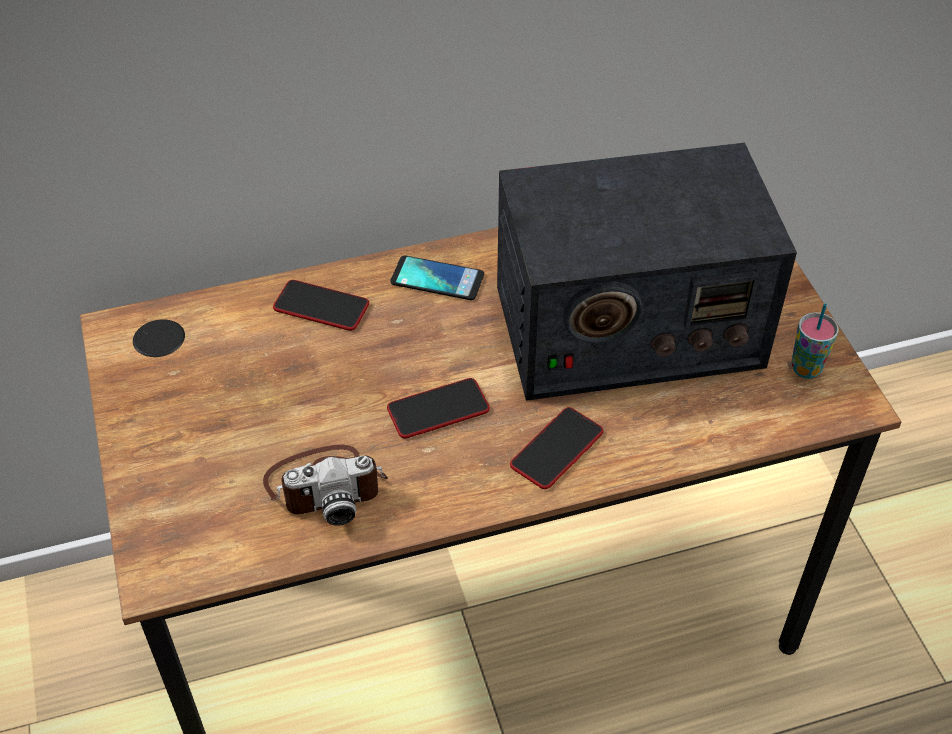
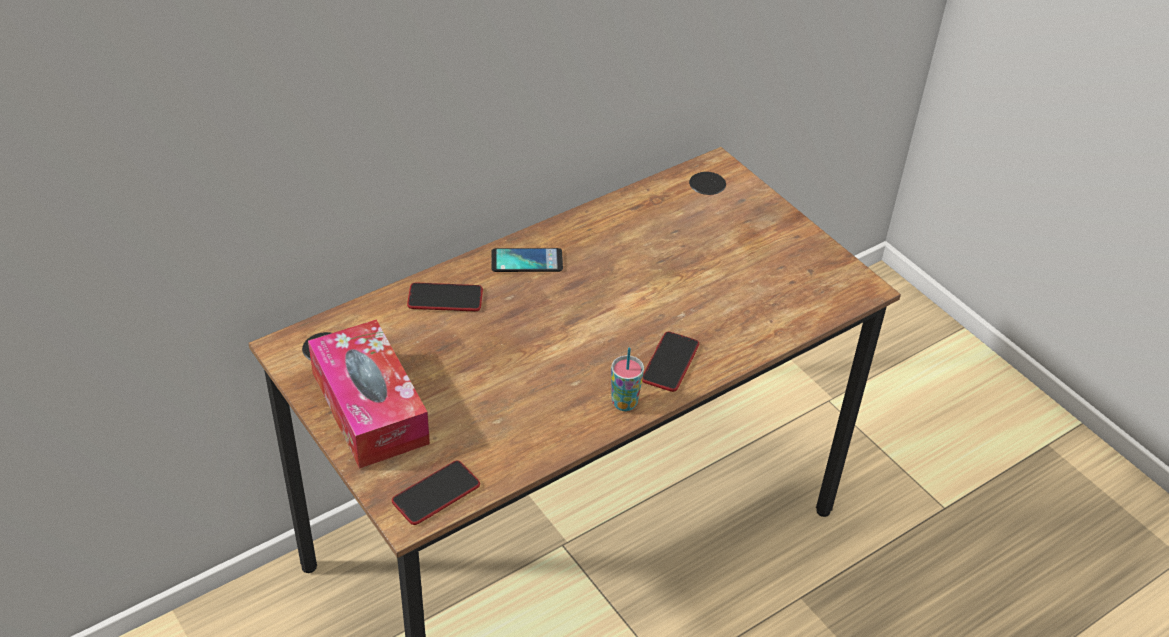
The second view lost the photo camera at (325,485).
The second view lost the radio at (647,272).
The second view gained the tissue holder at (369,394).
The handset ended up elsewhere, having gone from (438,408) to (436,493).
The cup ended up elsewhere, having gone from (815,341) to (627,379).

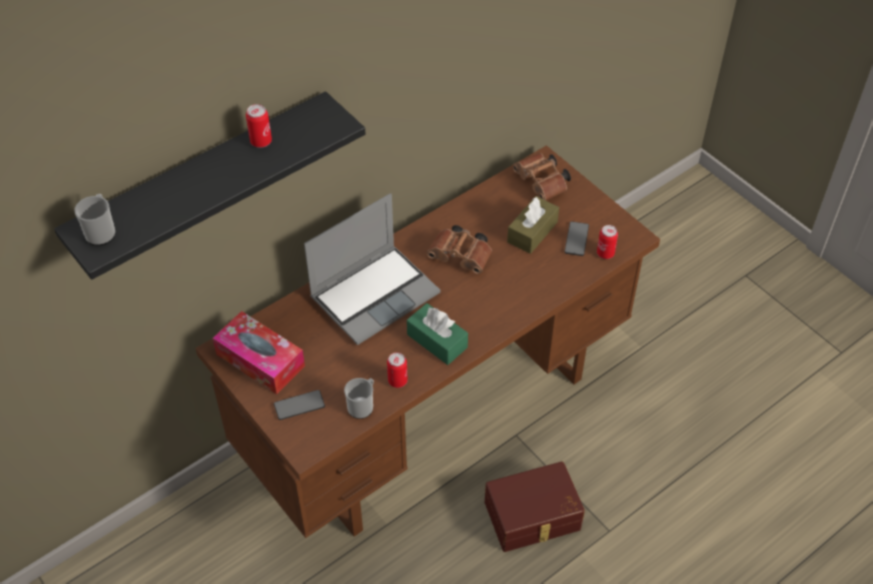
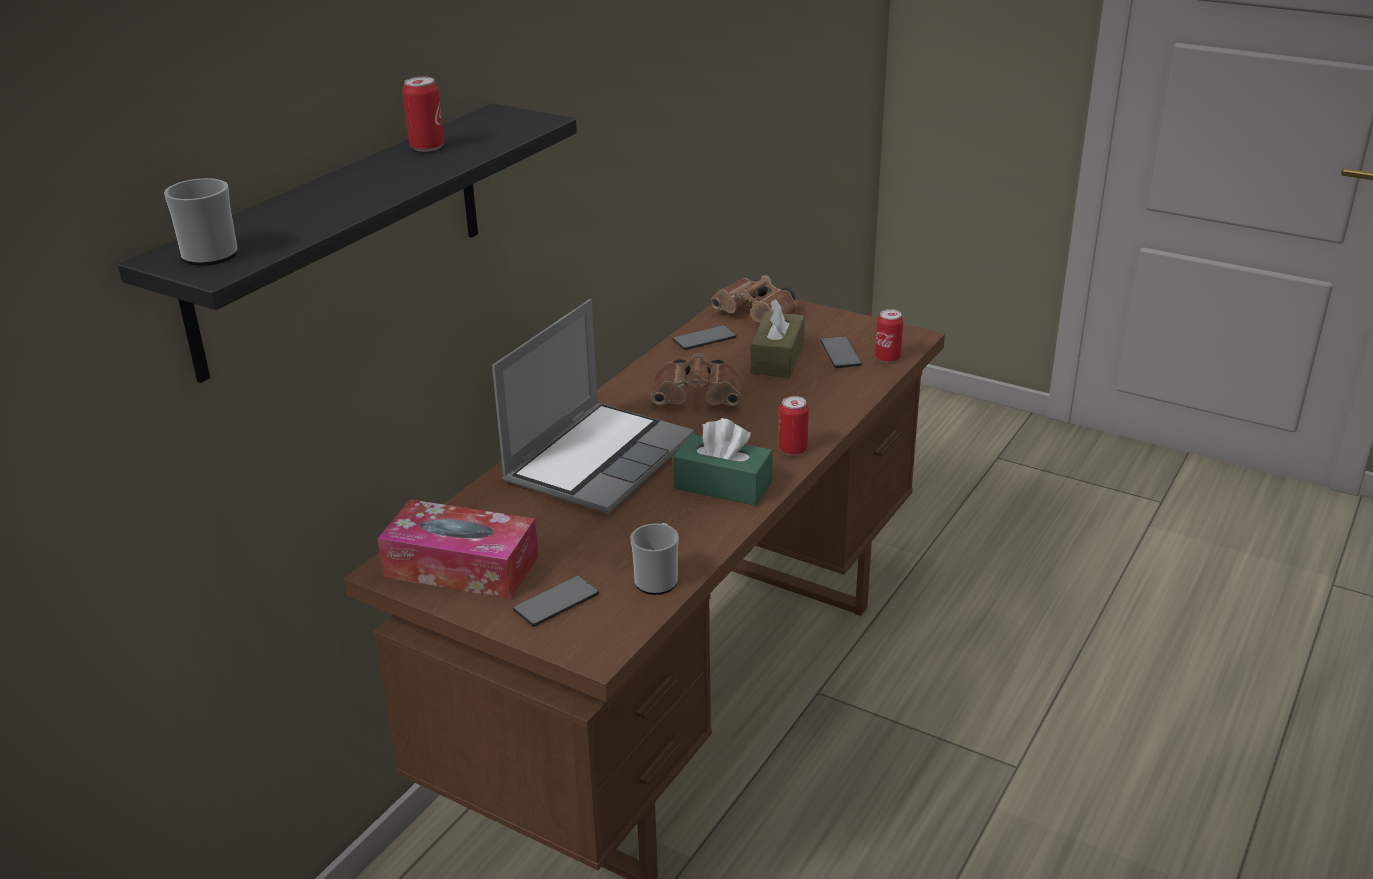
The second view lost the storage box (brownish) at (535,506).
The second view gained the handset at (704,337).
The metal can ended up elsewhere, having gone from (397,370) to (794,425).

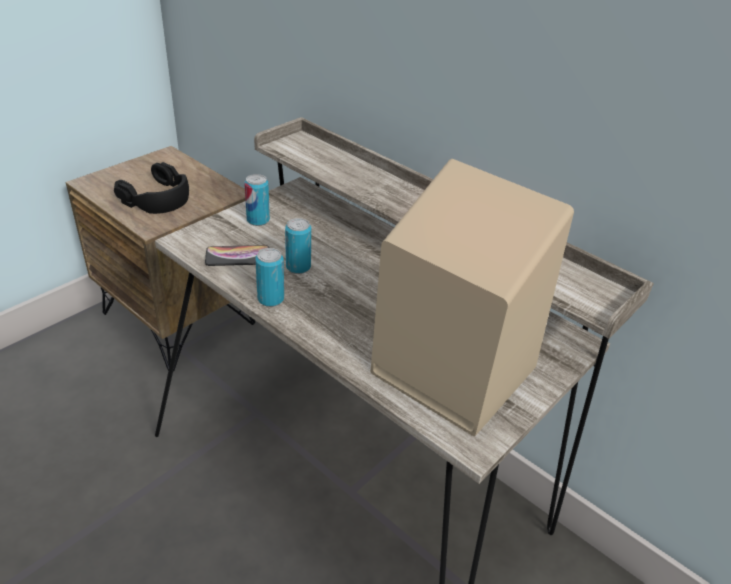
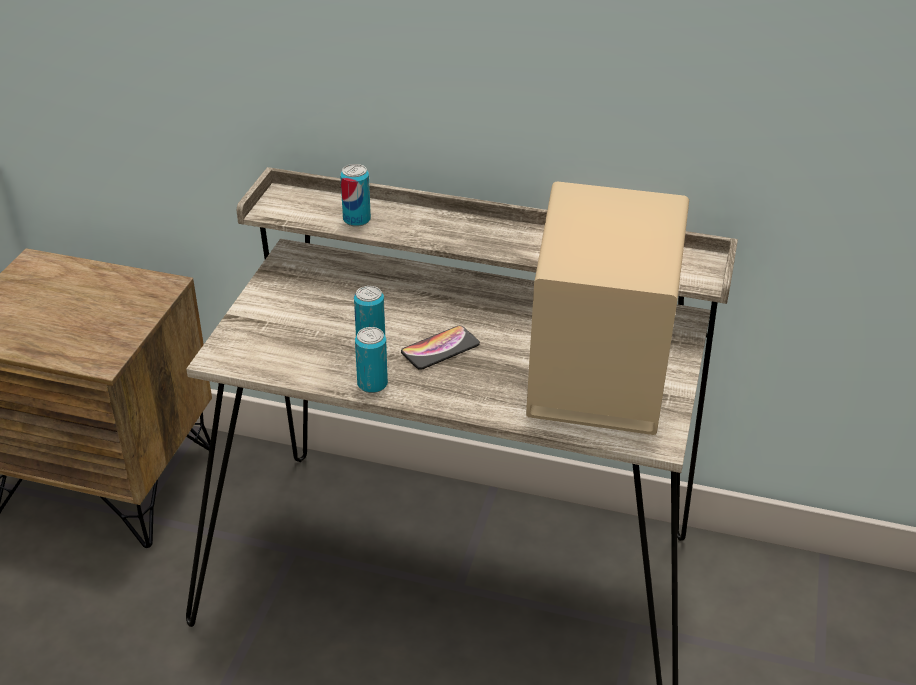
The second view lost the headphones (blackish) at (151,188).
The handset ended up elsewhere, having gone from (237,255) to (440,348).
The metal can ended up elsewhere, having gone from (257,200) to (355,195).

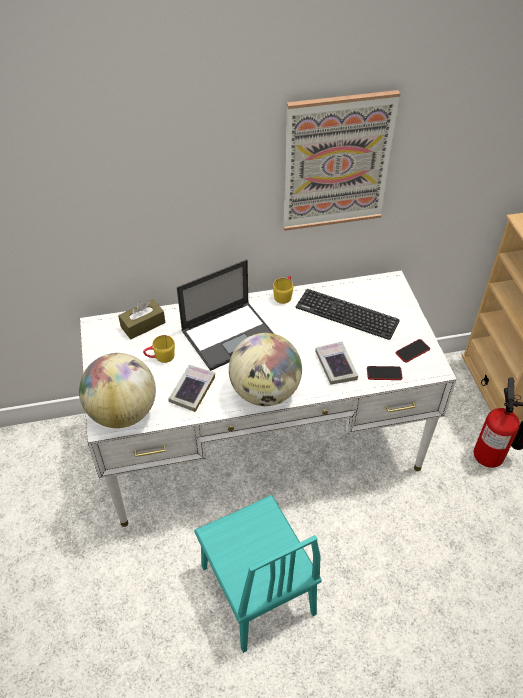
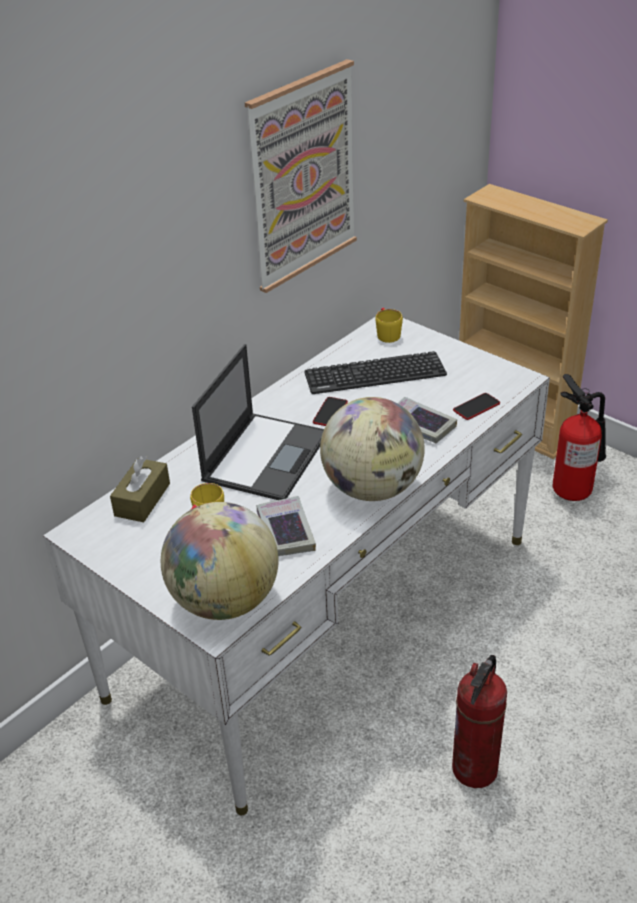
The mug (yellow-coloured) ended up elsewhere, having gone from (283,290) to (389,325).
The handset ended up elsewhere, having gone from (413,350) to (330,411).
Where the plain chair (turquoise) stood at (258,574), the fire-fighting cylinder came to stand at (479,721).

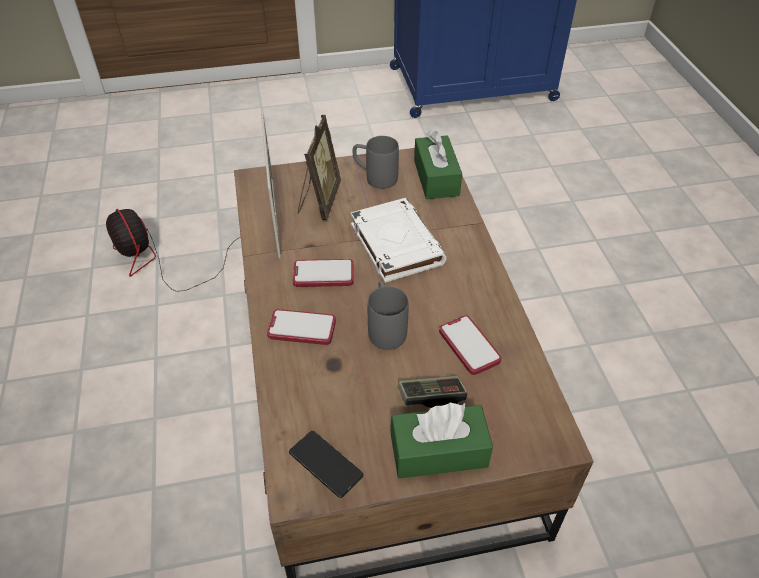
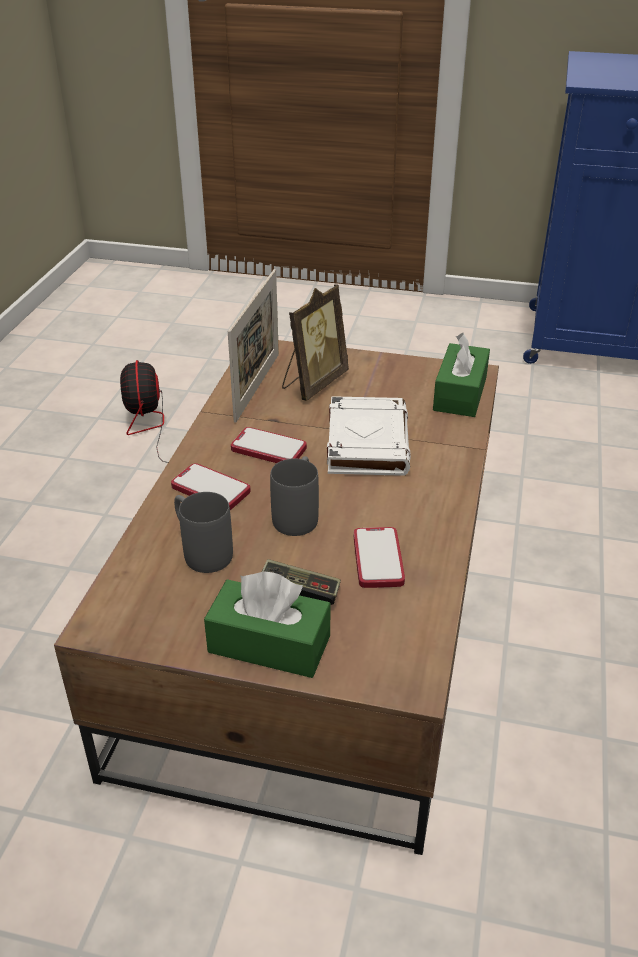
The second view lost the handset at (326,464).
The mug (greyish) ended up elsewhere, having gone from (376,162) to (203,532).

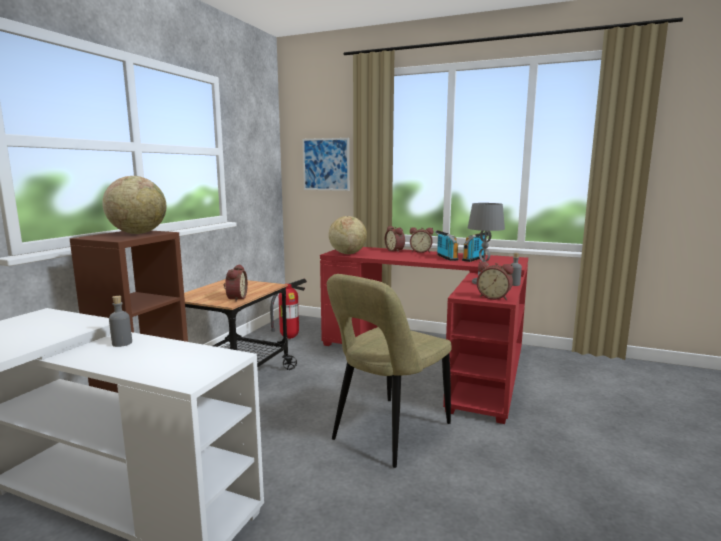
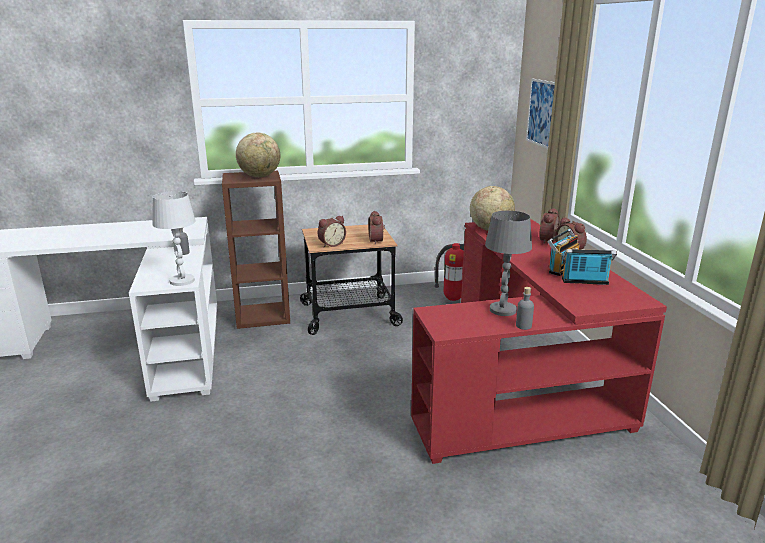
The second view lost the plain chair (beige-coloured) at (389,371).
The second view gained the lamp for a table (white-coloured) at (174,238).
The table clock ended up elsewhere, having gone from (495,281) to (376,227).

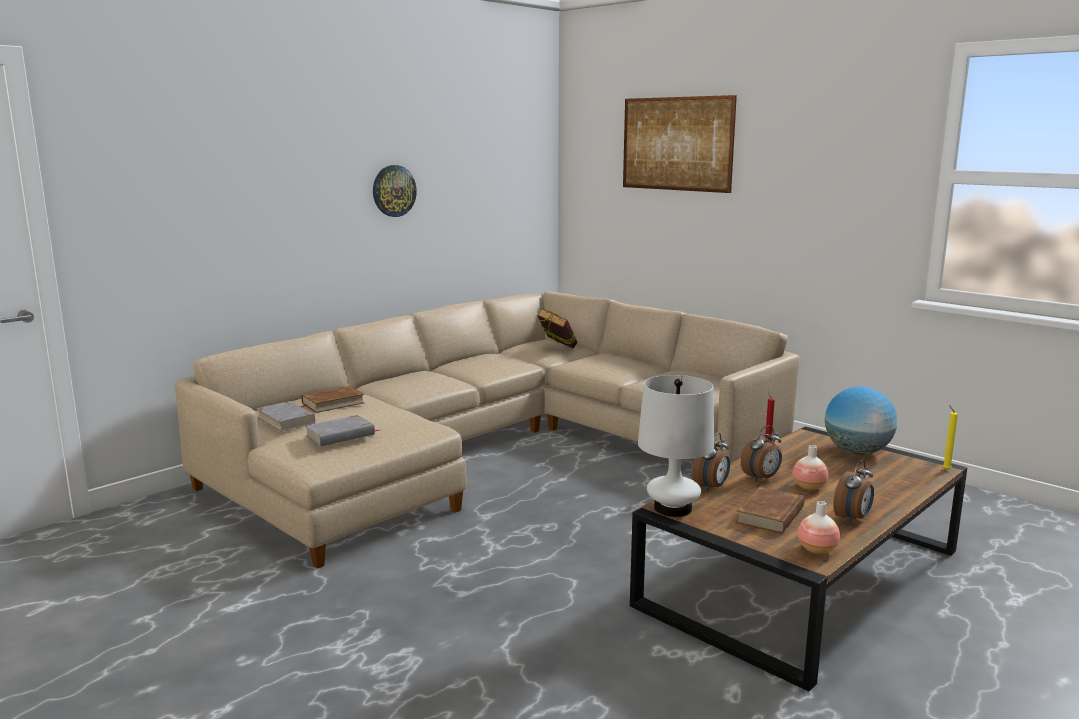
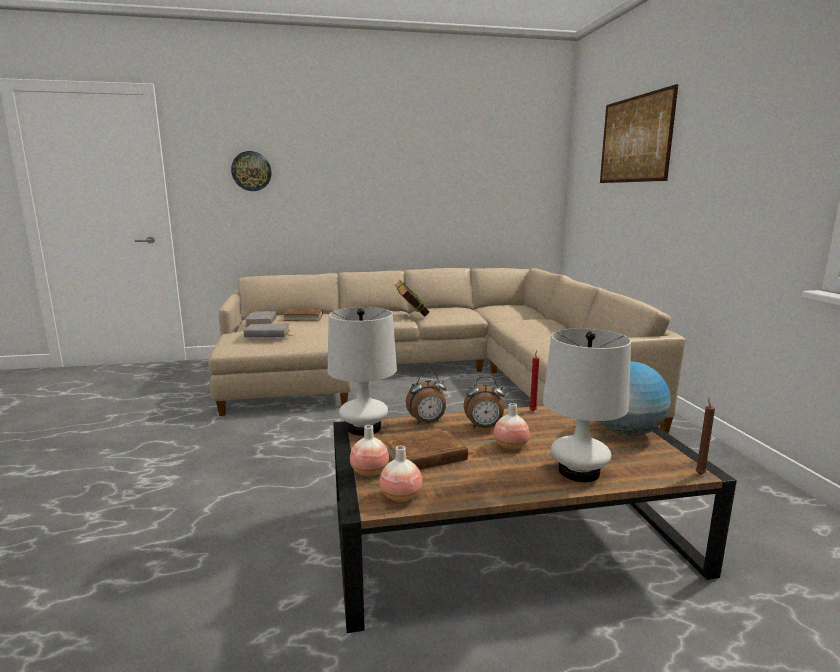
The second view lost the table clock at (853,491).
The second view gained the flower vase at (369,451).
The second view gained the lamp for a table (white-coloured) at (587,405).
The hanging clock ended up elsewhere, having gone from (395,191) to (251,171).
The book ended up elsewhere, having gone from (557,329) to (411,298).
What was the wax light (yellow-coloured) at (950,437) turned into the wax light (brownish) at (705,436).

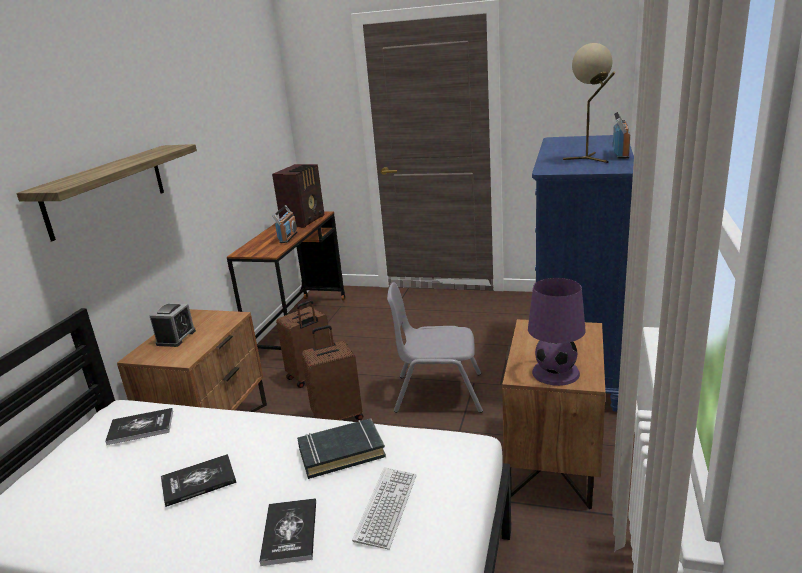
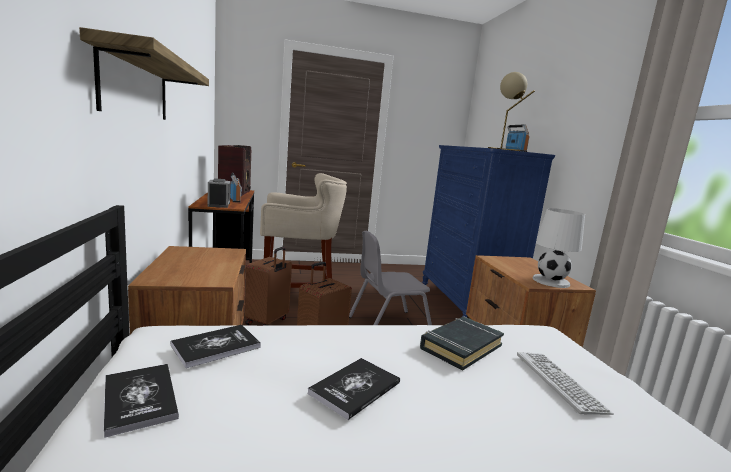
The second view gained the stool seat (beige-coloured) at (303,230).
The table clock ended up elsewhere, having gone from (173,325) to (218,193).
The book ended up elsewhere, having gone from (287,532) to (141,401).
What was the lamp for a table (purplish) at (557,332) turned into the lamp for a table (white-coloured) at (559,248).

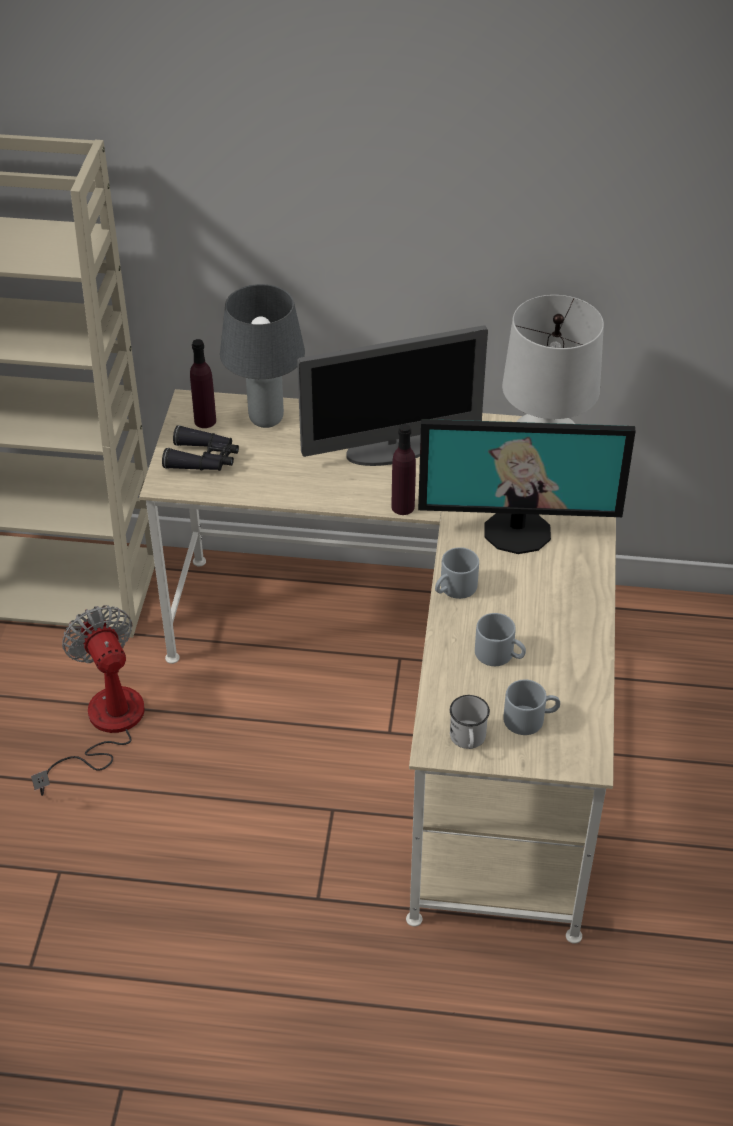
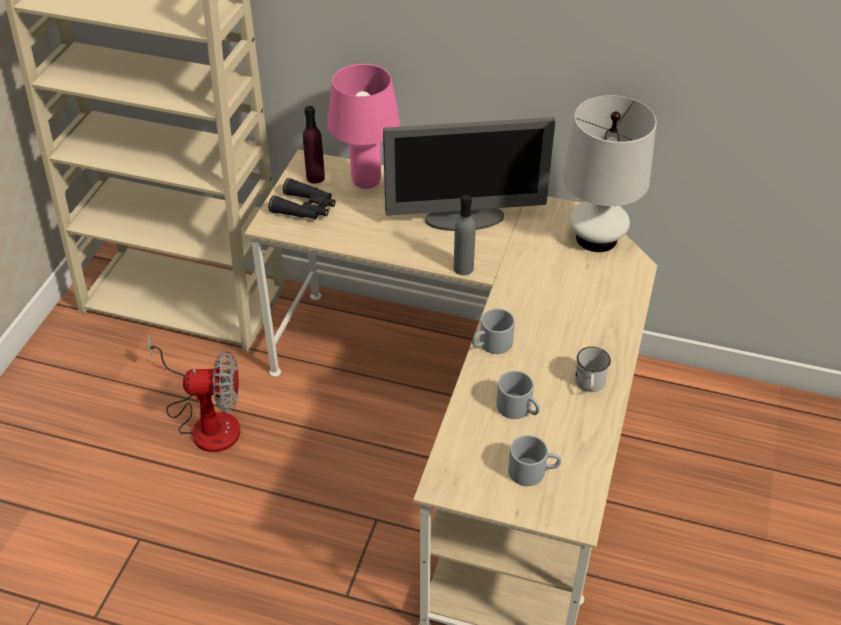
The second view lost the computer screen at (527,486).
The mug (white-coloured) ended up elsewhere, having gone from (470,722) to (593,369).
What was the lamp for a table (greyish) at (262,356) turned into the lamp for a table (pink) at (363,126).
What was the bottle (purplish) at (403,469) turned into the bottle (greyish) at (464,235).
The fan at (88,700) ended up facing another way, 105 degrees clockwise from before.

